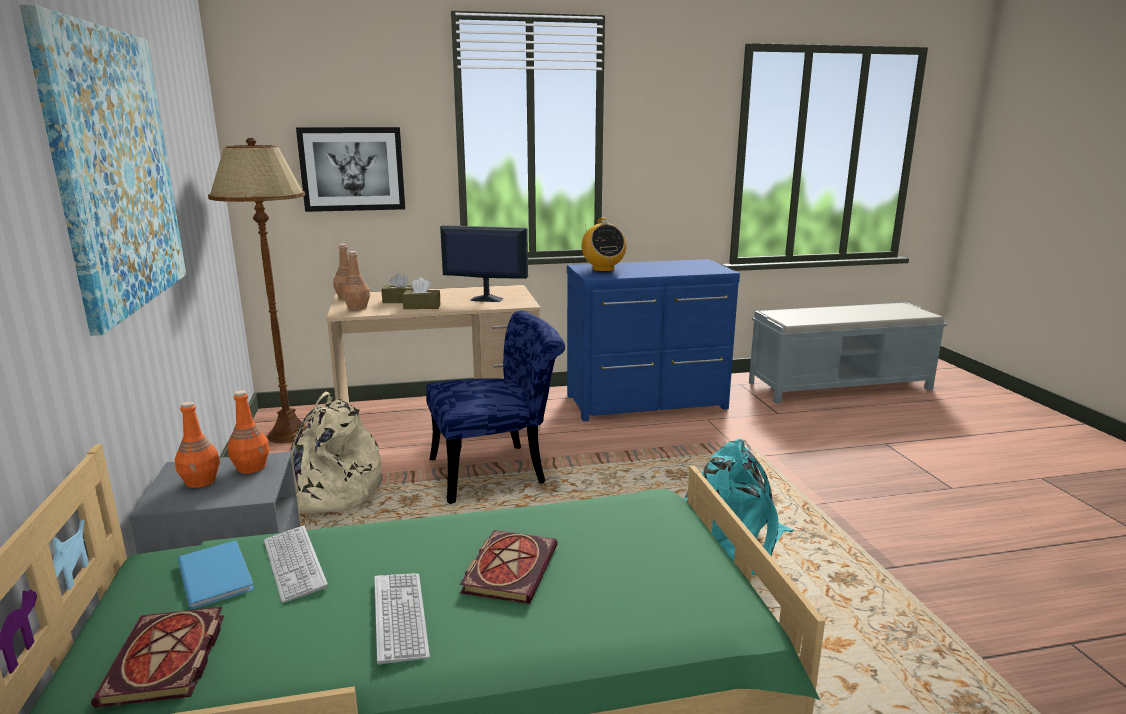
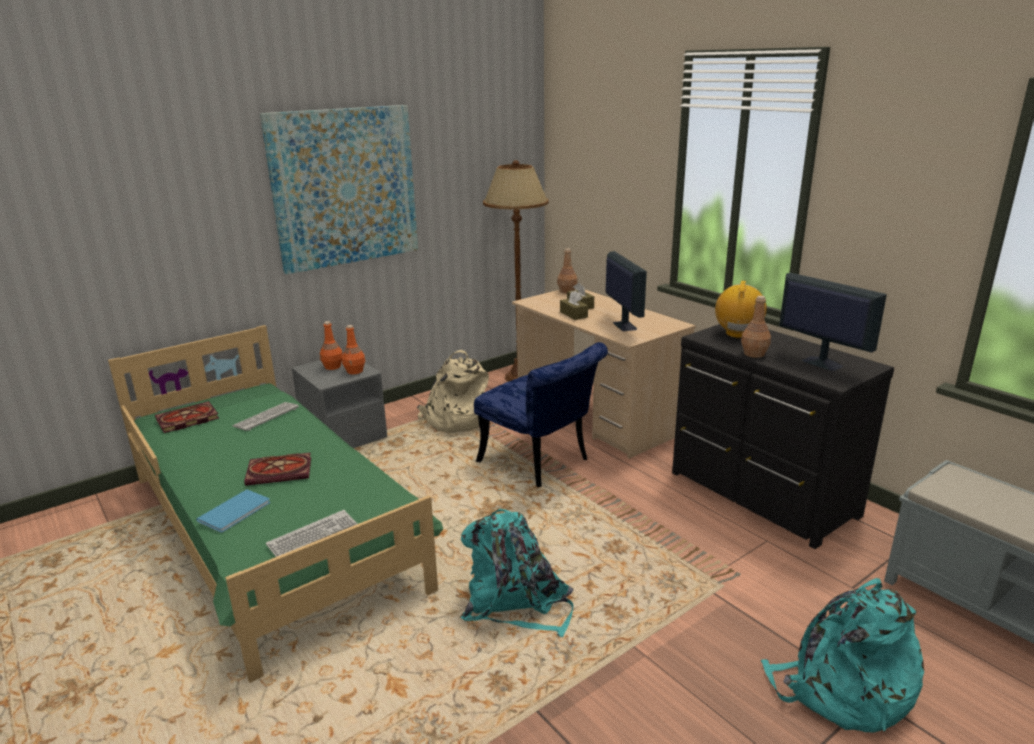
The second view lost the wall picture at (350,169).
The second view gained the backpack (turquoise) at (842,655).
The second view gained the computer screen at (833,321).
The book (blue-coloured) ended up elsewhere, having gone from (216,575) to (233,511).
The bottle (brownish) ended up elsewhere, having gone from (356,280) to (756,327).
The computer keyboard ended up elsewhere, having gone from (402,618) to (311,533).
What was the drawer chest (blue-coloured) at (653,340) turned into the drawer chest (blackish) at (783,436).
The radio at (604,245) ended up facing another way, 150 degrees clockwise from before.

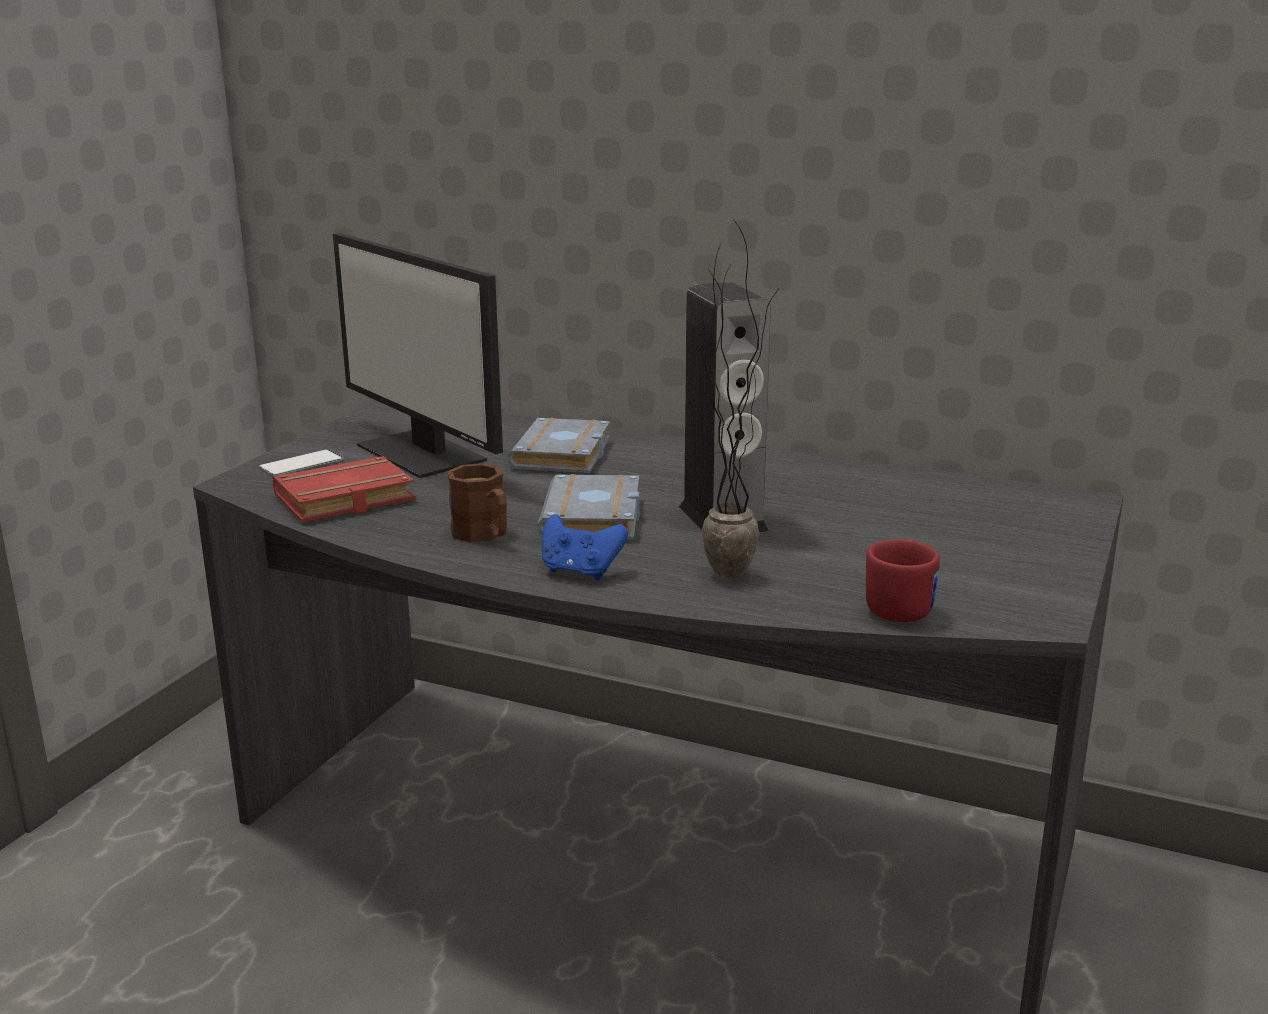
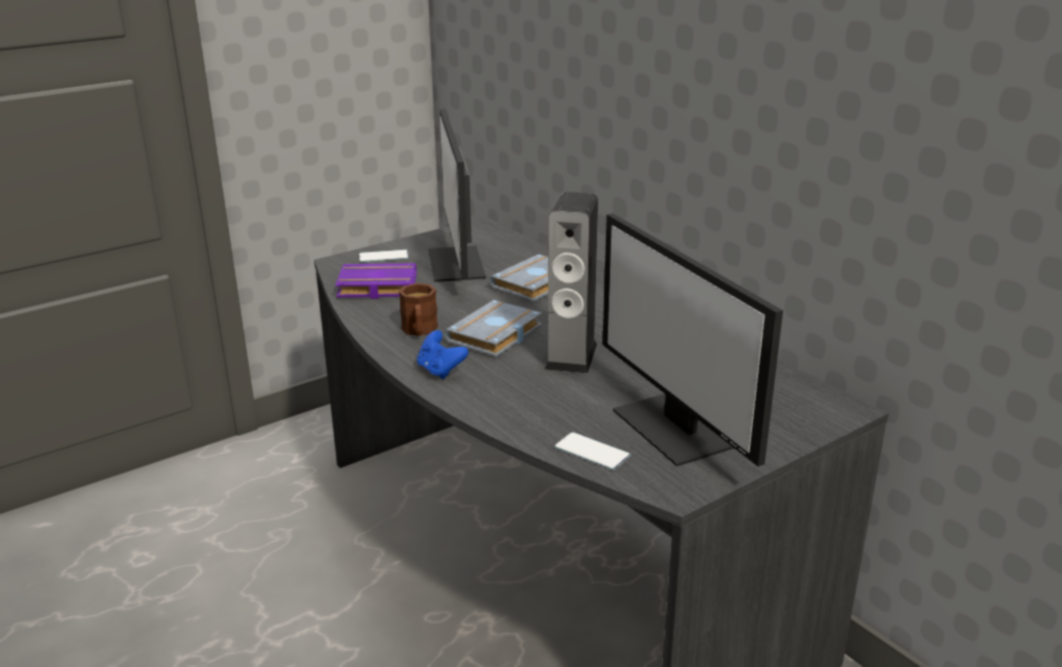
The second view lost the houseplant at (740,400).
The second view gained the computer screen at (693,339).
Where the mug (red) stood at (903,580), the handset came to stand at (593,451).
What was the book (red) at (344,489) turned into the book (purplish) at (376,281).

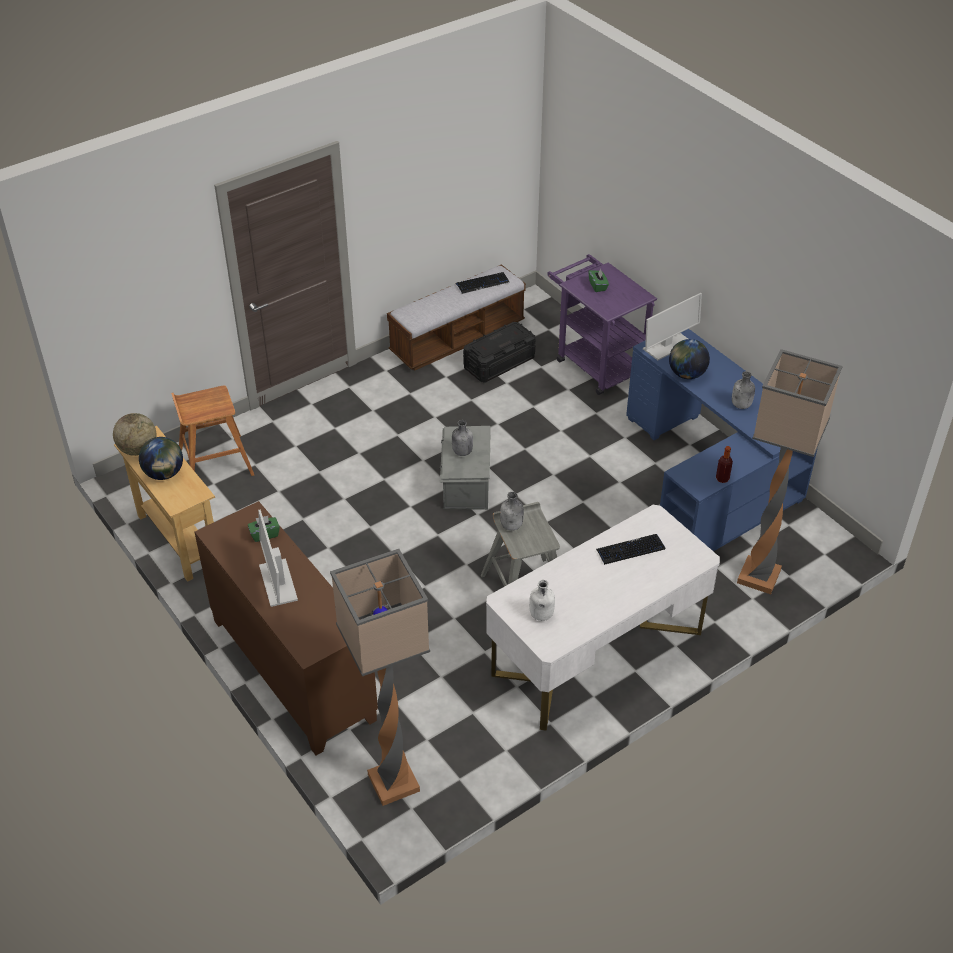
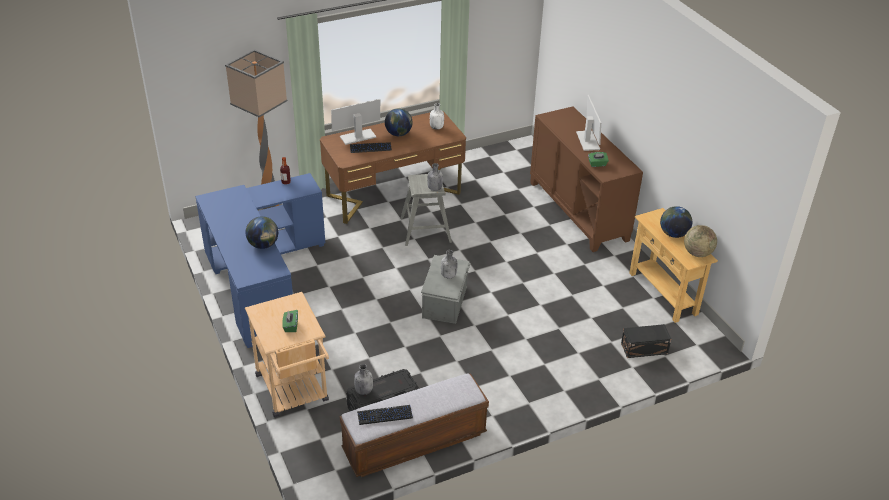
The second view lost the standard lamp at (380,677).
The second view gained the world globe at (398,122).
The computer screen ended up elsewhere, having gone from (672,326) to (355,122).
The bottle (greyish) ended up elsewhere, having gone from (743,390) to (363,379).
Where the stool seat (brownish) stood at (212,430), the storage box (blackish) came to stand at (646,341).
What was the desk (white-coloured) at (603,618) turned into the desk (brownish) at (393,167).
What was the cart (purplish) at (602,324) turned into the cart (beige-coloured) at (287,354).

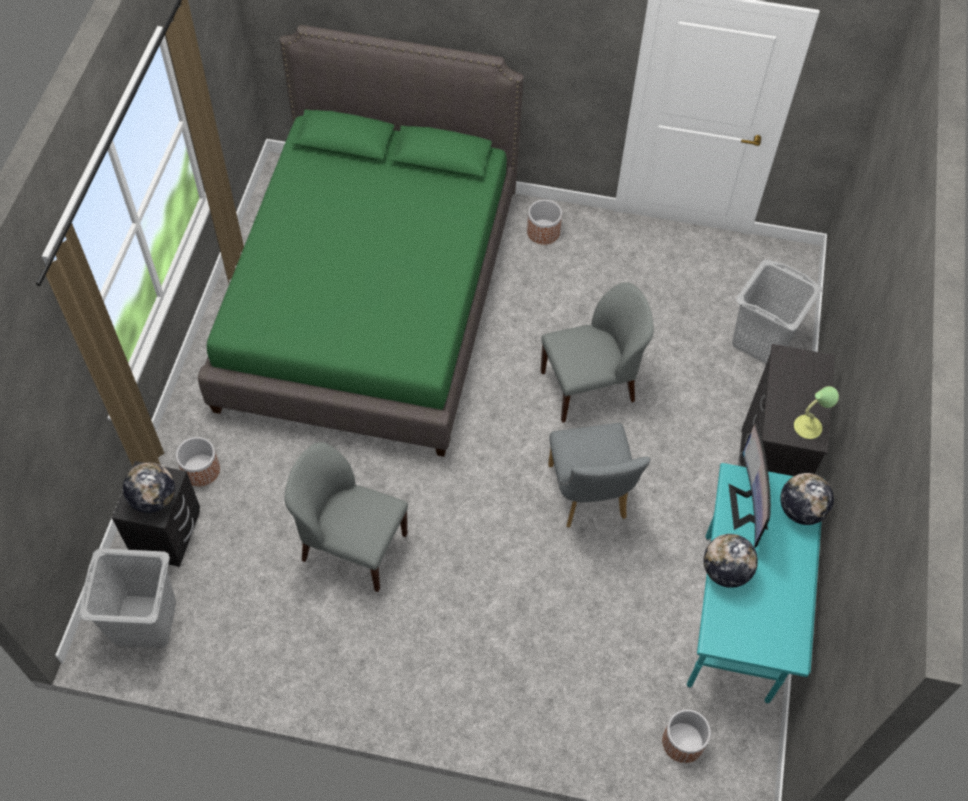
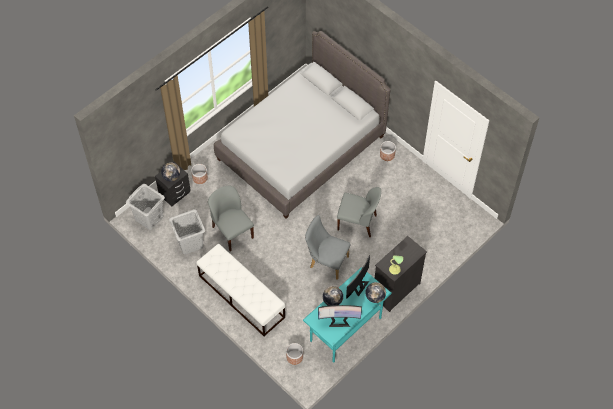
The second view gained the long seat (white-coloured) at (240,290).
The second view gained the computer screen at (340,316).
The hamper (greyish) ended up elsewhere, having gone from (777,311) to (187,231).
What was the bedroom bed (greenish) at (361,241) turned into the bedroom bed (greyish) at (302,125).
The plain chair (greyish) at (599,475) ended up facing another way, 90 degrees clockwise from before.

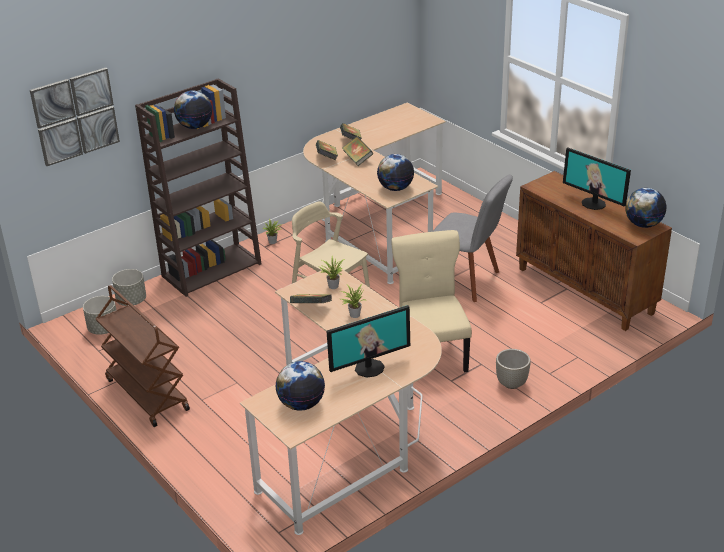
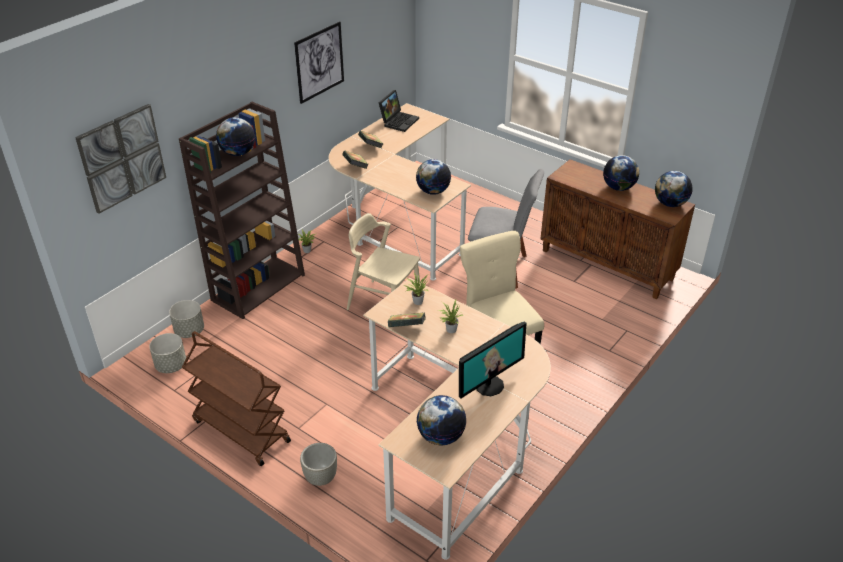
The second view lost the book at (357,151).
The second view gained the wall picture at (319,62).
The second view gained the portable computer at (399,111).
The planter (greyish) ended up elsewhere, having gone from (513,369) to (318,464).
Where the computer screen stood at (597,179), the world globe came to stand at (621,173).

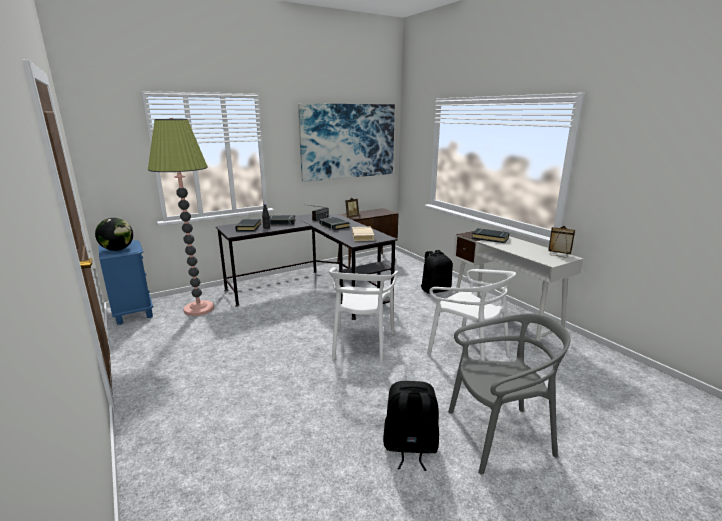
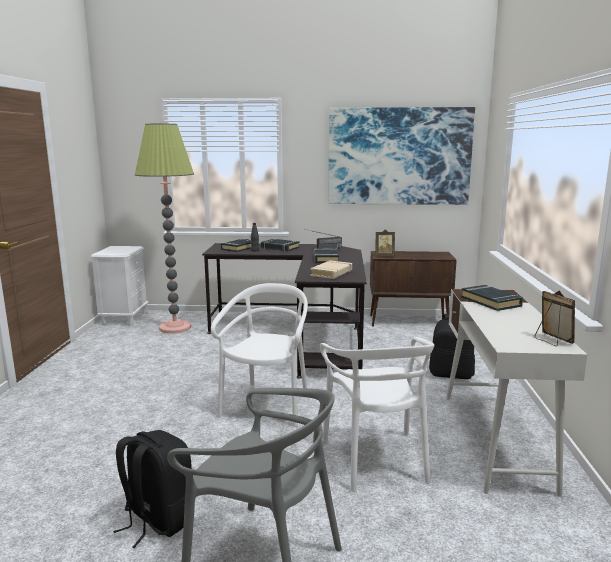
The second view lost the world globe at (114,234).
What was the nightstand (blue-coloured) at (126,282) turned into the nightstand (white-coloured) at (120,286).
The plain chair (white-coloured) at (363,315) ended up facing another way, 150 degrees clockwise from before.

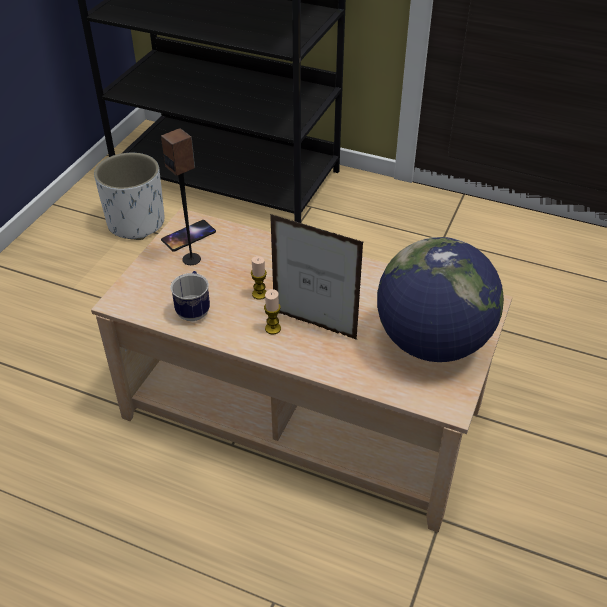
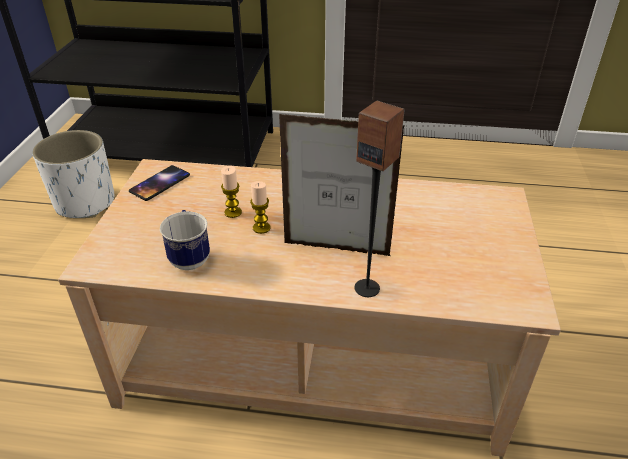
The second view lost the world globe at (440,299).
The speaker ended up elsewhere, having gone from (181,196) to (380,199).
The wax light ended up elsewhere, having gone from (272,311) to (231,191).

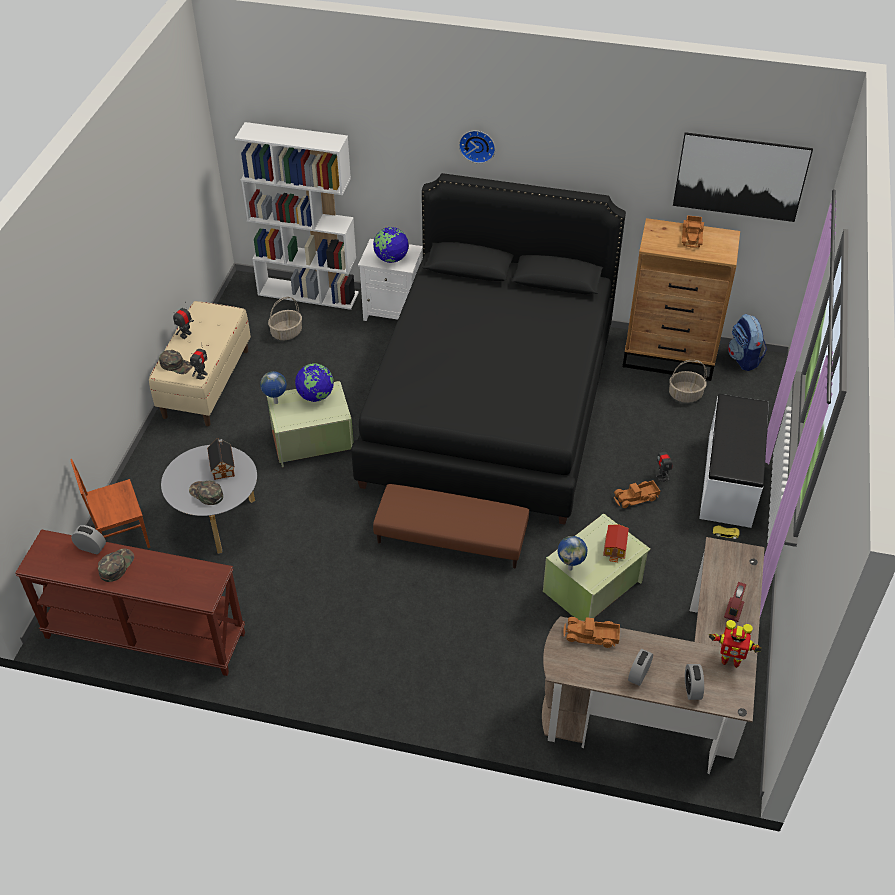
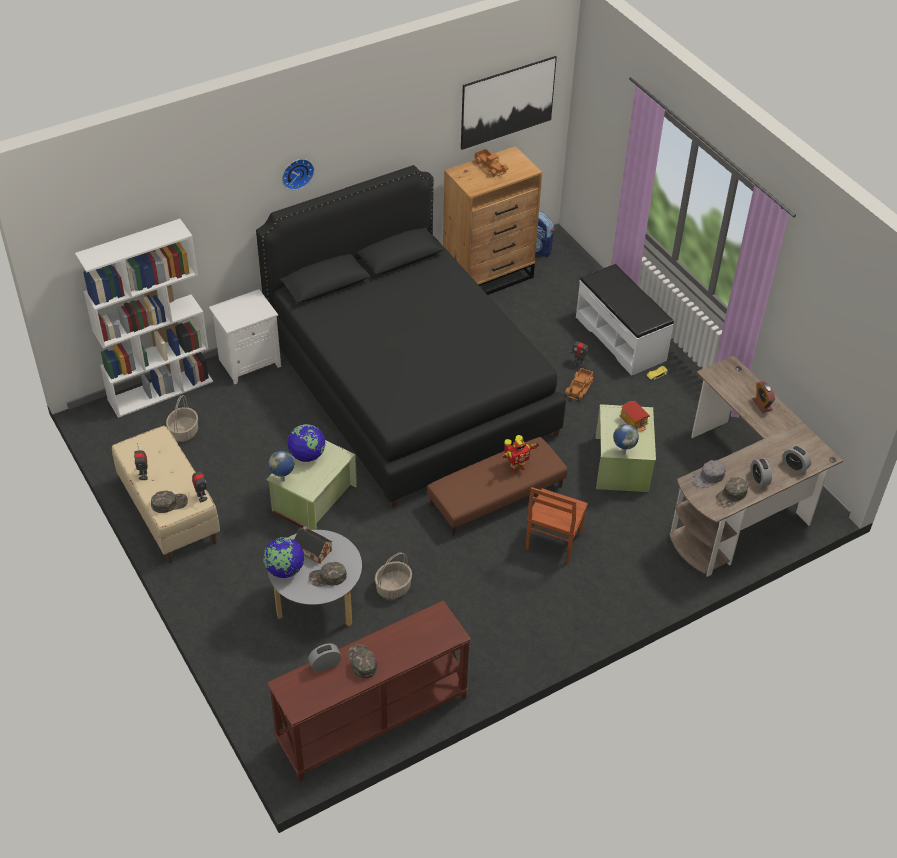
The second view gained the baseball cap (greenish) at (731,492).
The plain chair (brownish) ended up elsewhere, having gone from (110,503) to (557,525).
The world globe ended up elsewhere, having gone from (391,245) to (284,557).
The storage basket ended up elsewhere, having gone from (688,381) to (393,575).
The toy robot ended up elsewhere, having gone from (735,644) to (521,454).
Where the toy lorry stood at (591,632), the baseball cap (greyish) came to stand at (709,474).

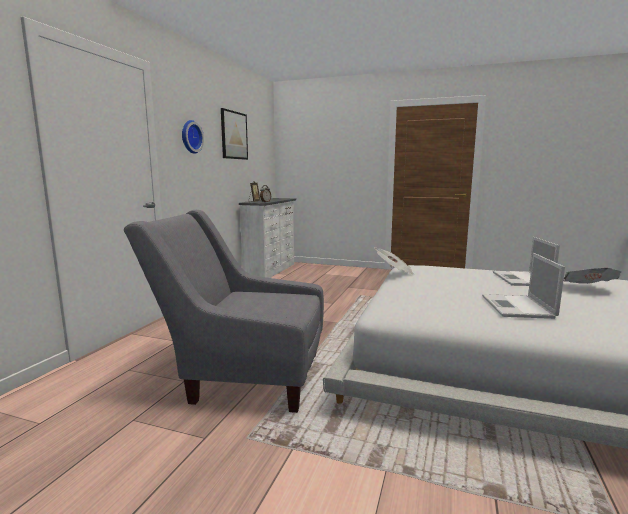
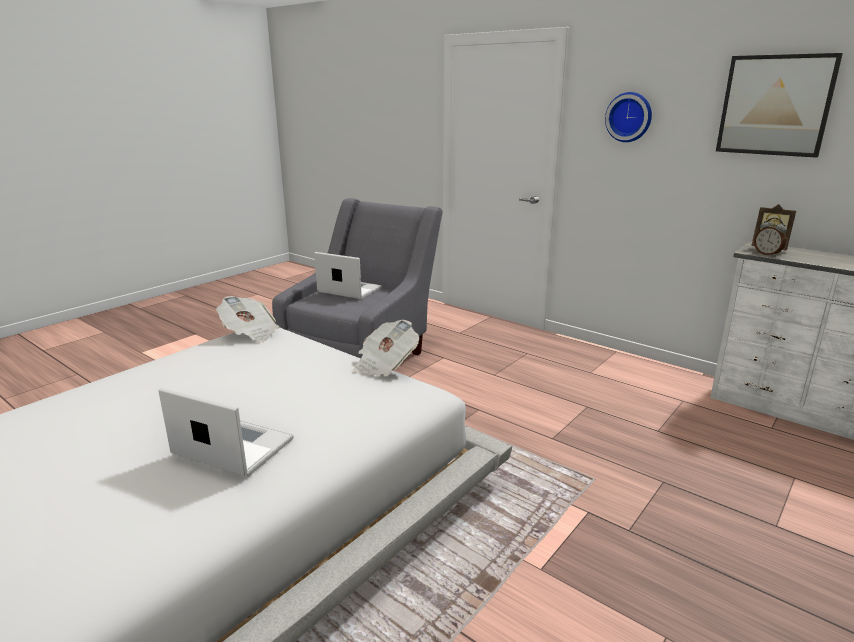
The portable computer ended up elsewhere, having gone from (523,286) to (348,275).
The daily paper ended up elsewhere, having gone from (592,276) to (247,319).

